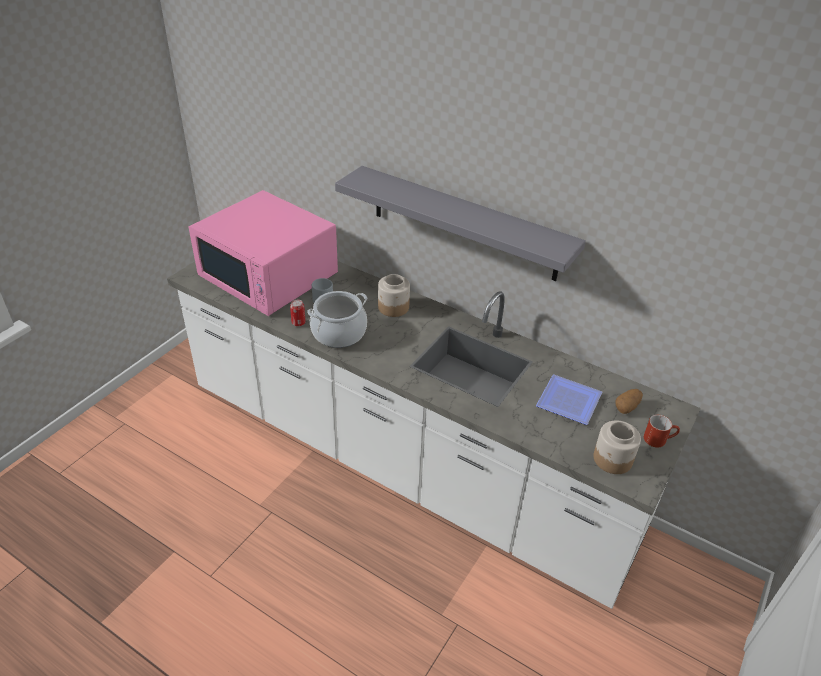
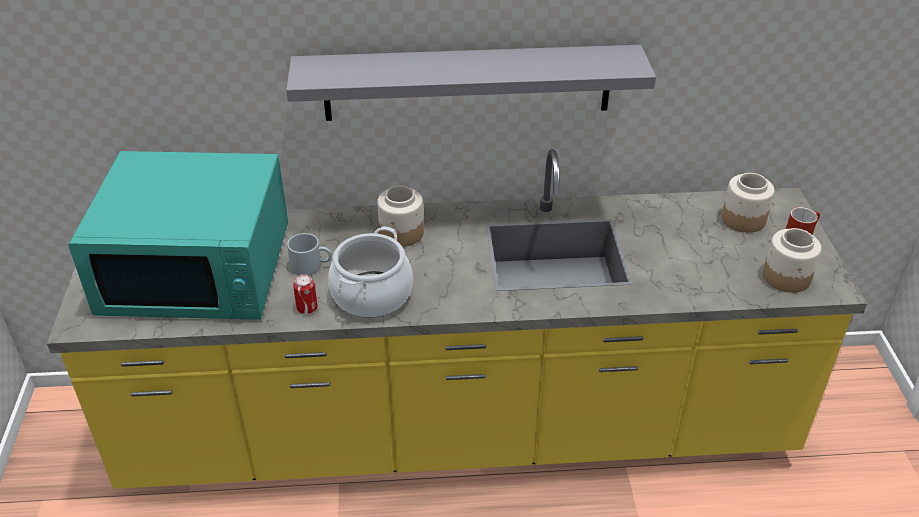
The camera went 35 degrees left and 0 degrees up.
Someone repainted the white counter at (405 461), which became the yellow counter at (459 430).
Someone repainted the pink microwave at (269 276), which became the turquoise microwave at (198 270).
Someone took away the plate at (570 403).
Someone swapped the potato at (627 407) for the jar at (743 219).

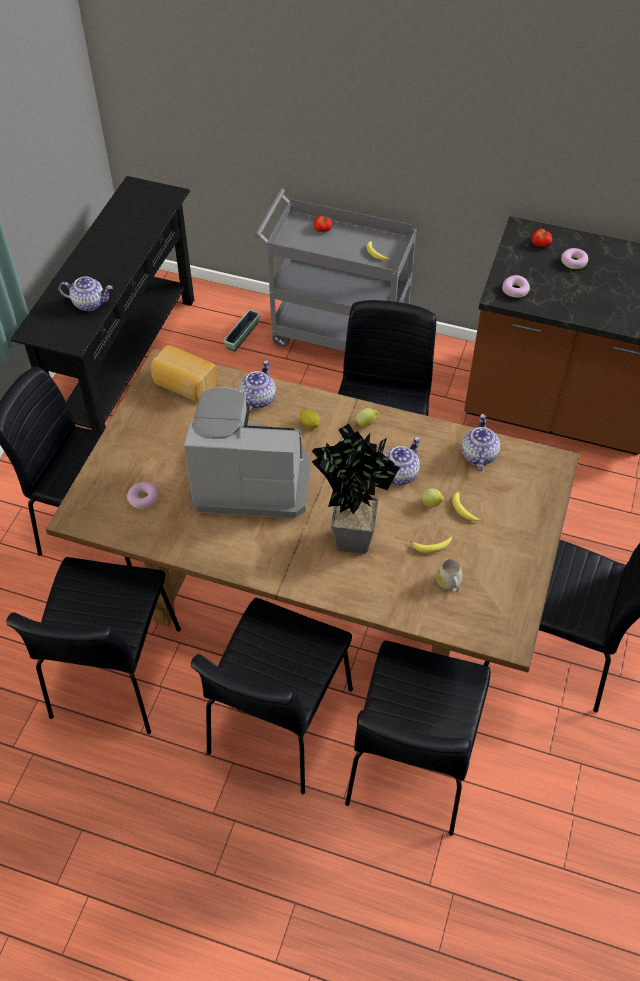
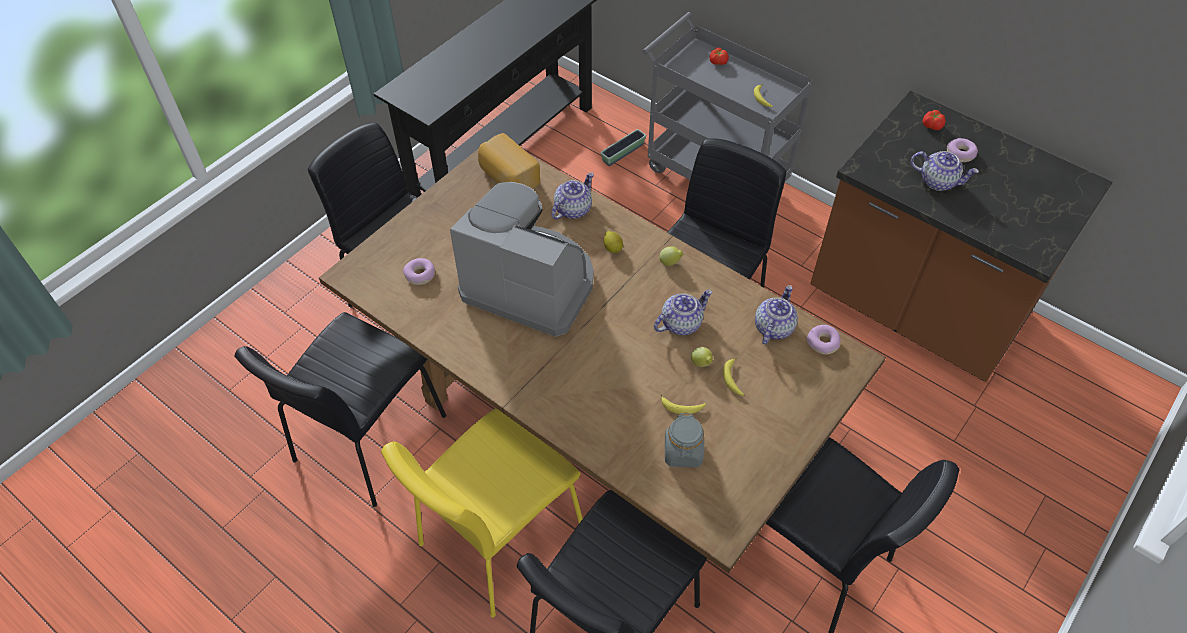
The camera went 20 degrees right and 0 degrees up.
Someone carried the teapot from (89 303) to (938 181).
Someone repainted the black chair at (278 725), which became the yellow chair at (497 541).
Someone took away the potted plant at (347 536).
Someone swapped the white mug at (449 584) for the grey jar at (683 452).
Someone carried the donut from (515 290) to (823 343).

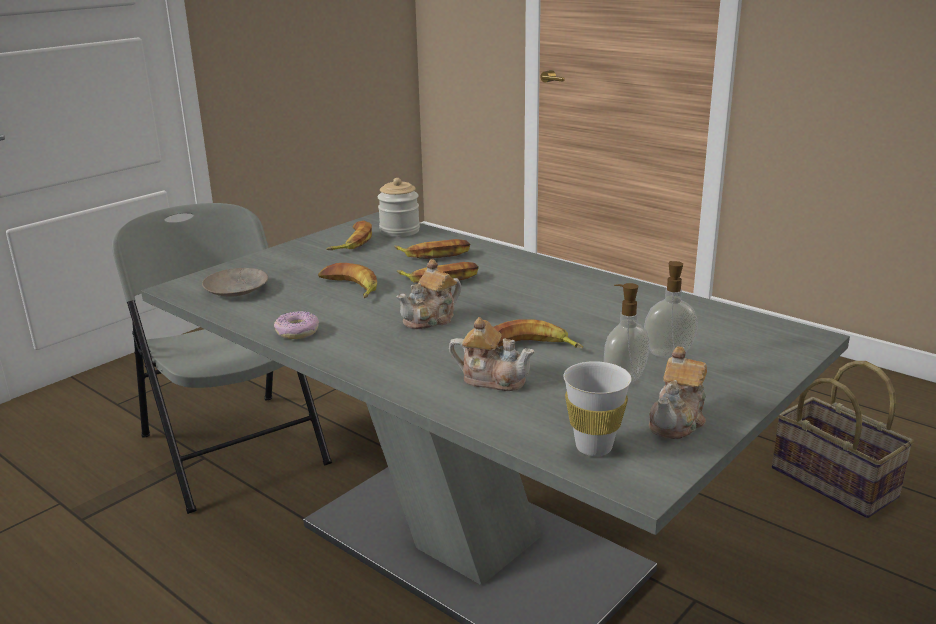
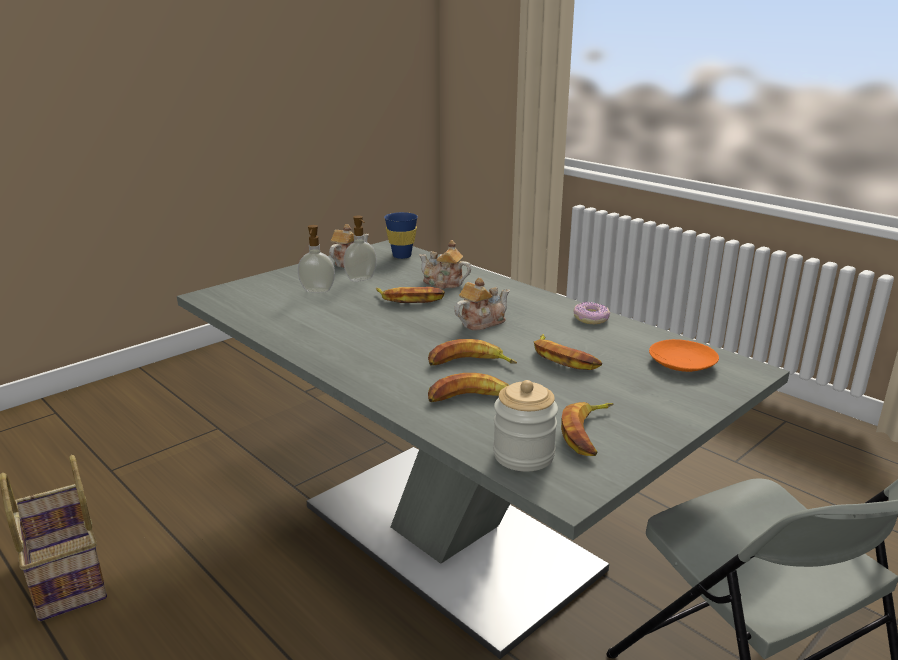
The camera went 175 degrees left and 0 degrees up.
Someone repainted the beige plate at (237 289), which became the orange plate at (682 363).
Someone repainted the white cup at (594 447), which became the blue cup at (402 256).

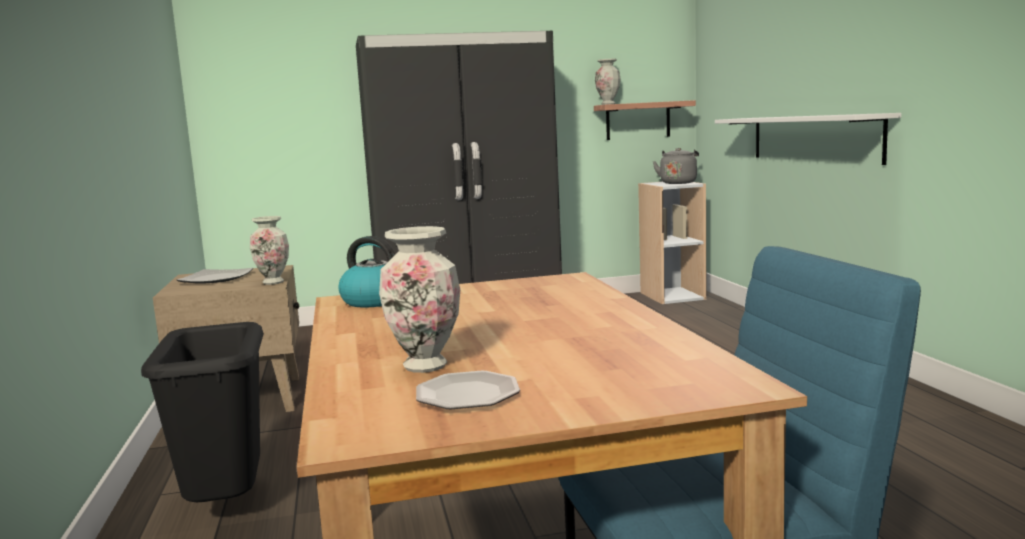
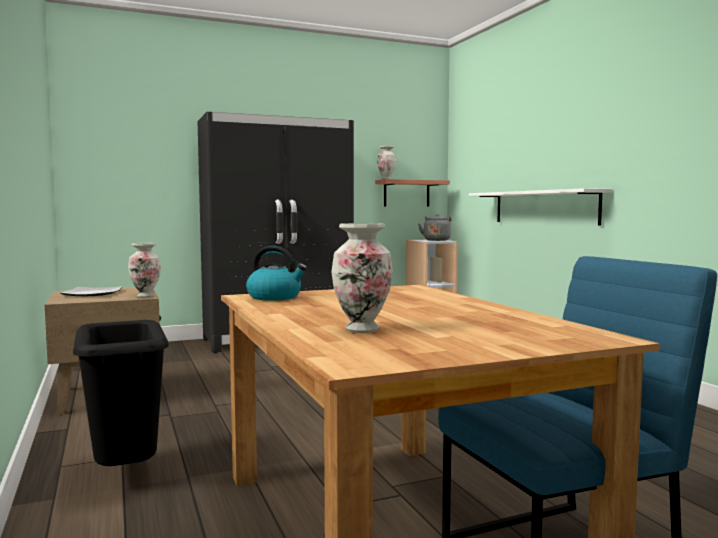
The camera went 10 degrees left and 5 degrees down.
Someone took away the plate at (468 394).

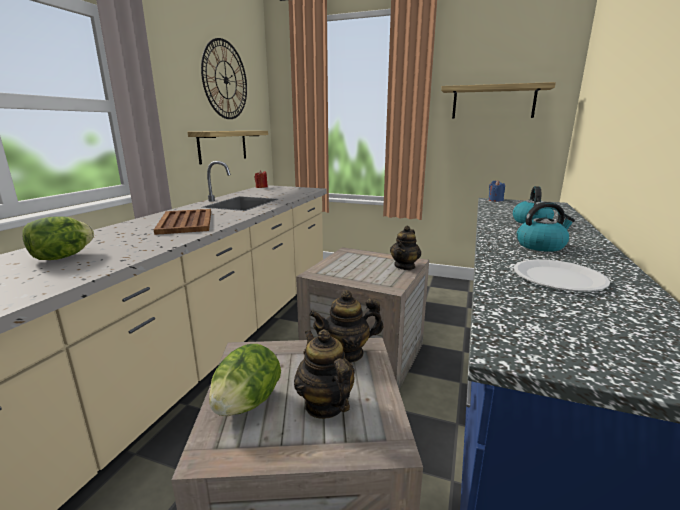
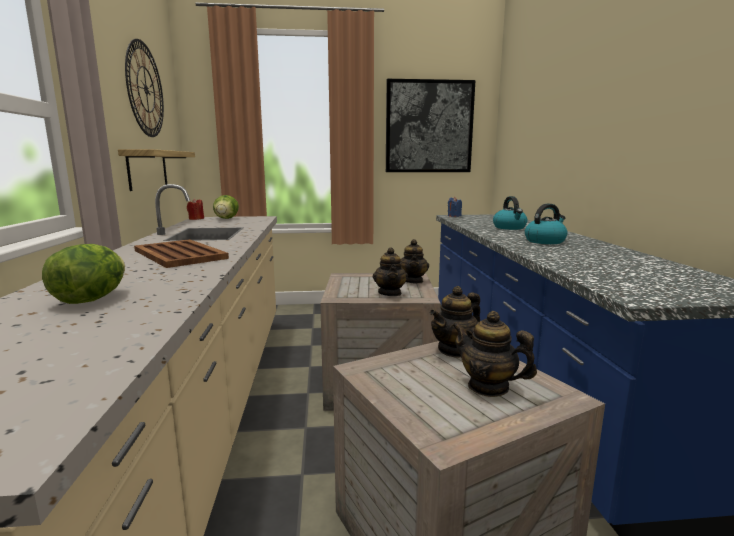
The camera went 25 degrees left and 5 degrees down.
Someone carried the lettuce from (247 403) to (226 218).
Someone swapped the shelf at (493 102) for the picture at (429 127).
Someone took away the white plate at (558 277).
Someone put down the teapot at (390 293).

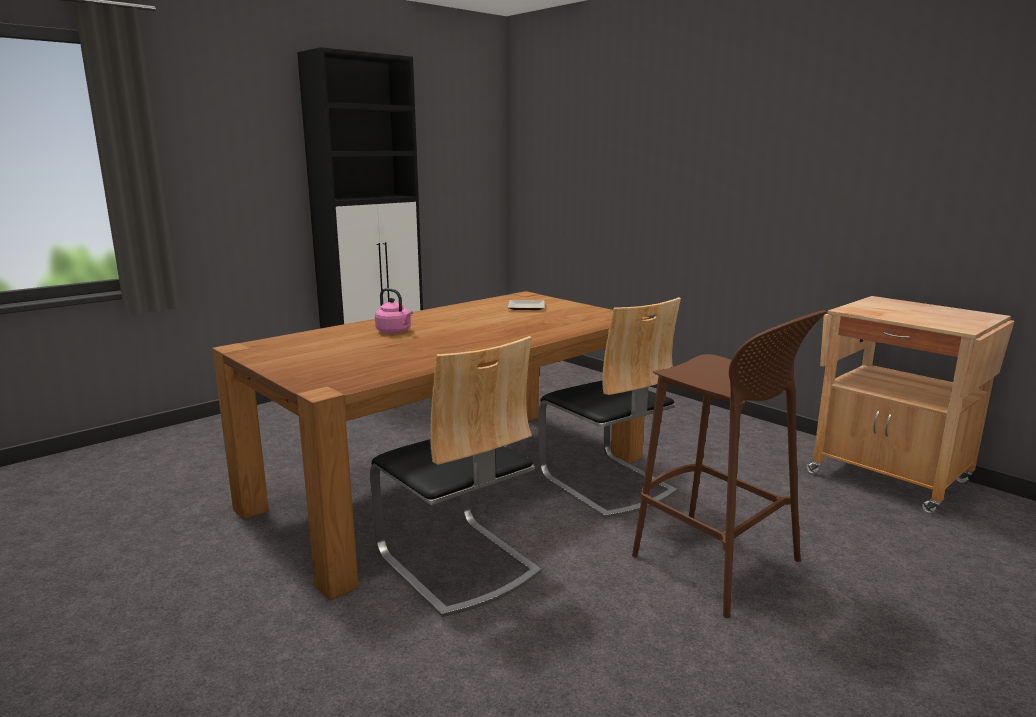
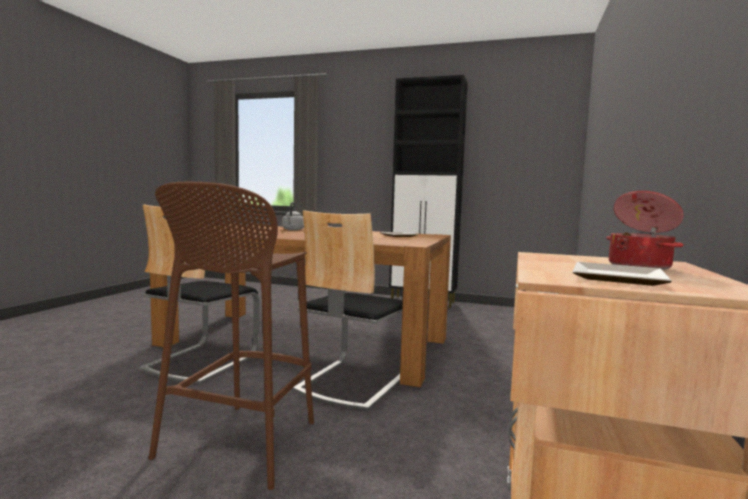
The camera went 60 degrees right and 10 degrees down.
Someone repainted the pink kettle at (395 331), which became the grey kettle at (293 230).
Someone put down the plate at (621 279).
Someone put down the cooking pot at (640 266).

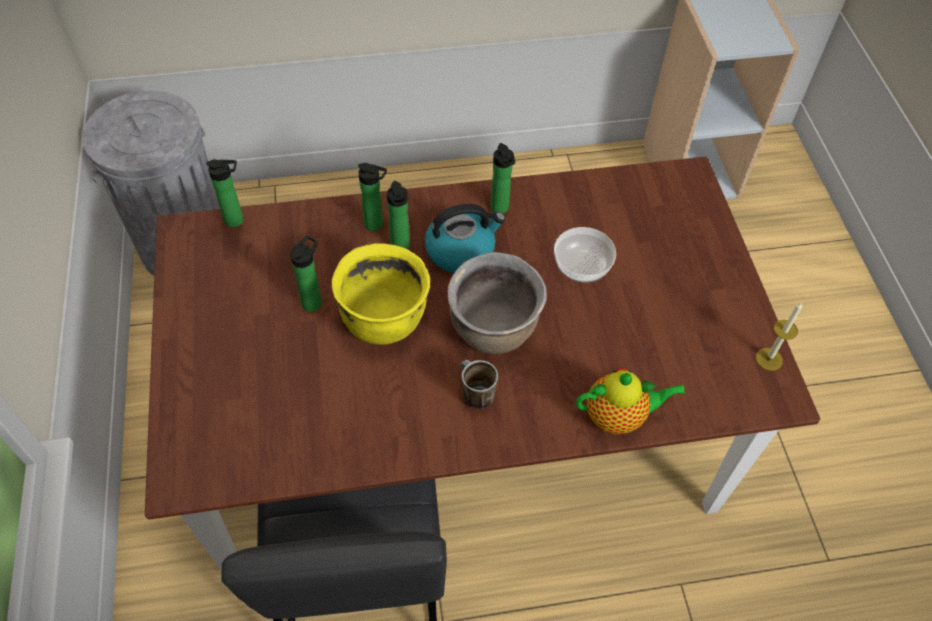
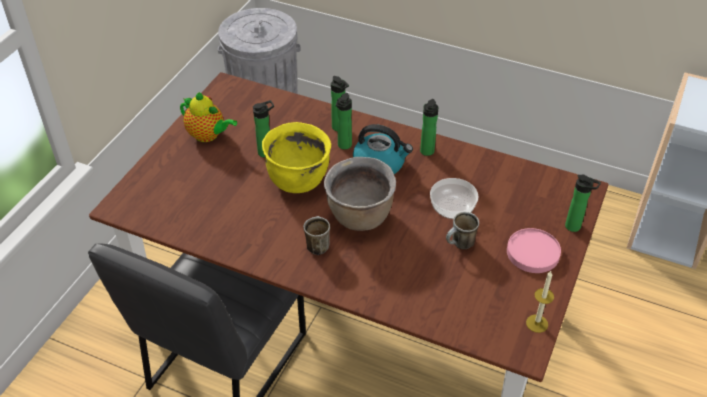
The camera went 35 degrees right and 10 degrees down.
Someone carried the bottle from (237 220) to (575 227).
Someone carried the teapot from (618 417) to (208 135).
Someone put down the mug at (460 245).
Someone put down the pink plate at (533 252).

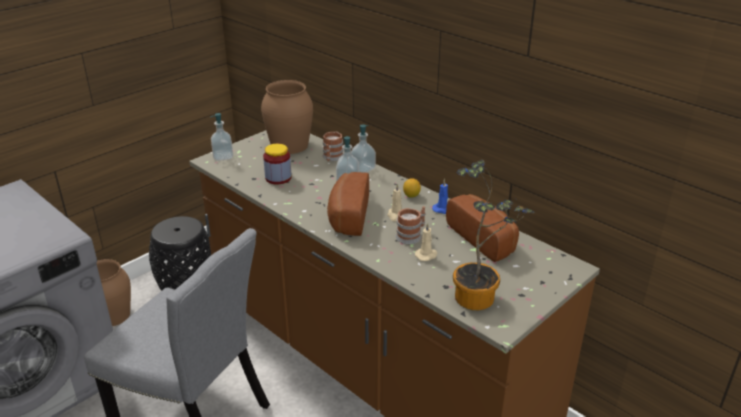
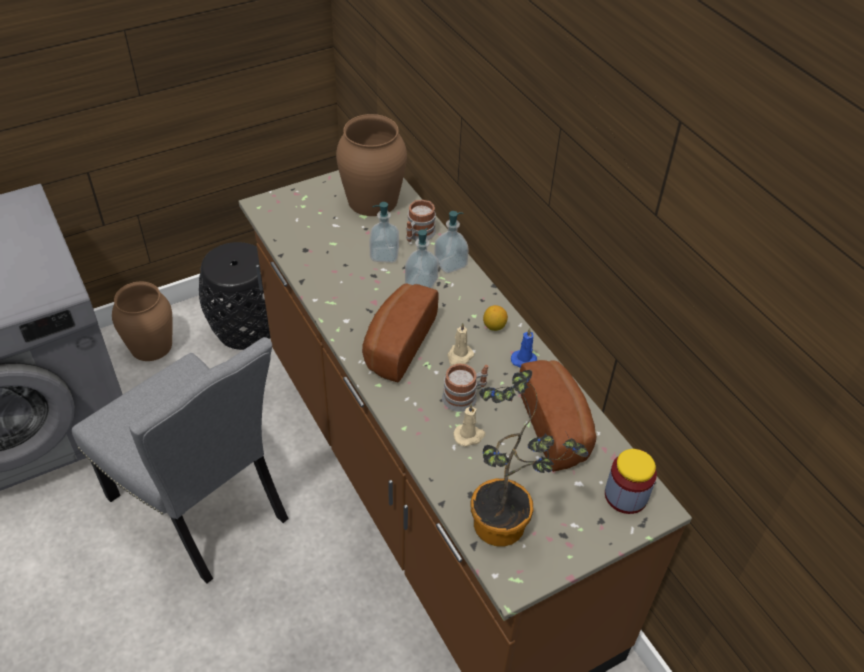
The camera went 15 degrees right and 15 degrees up.
Someone carried the soap dispenser from (223 156) to (384 255).
Someone carried the jar from (278 178) to (626 495).

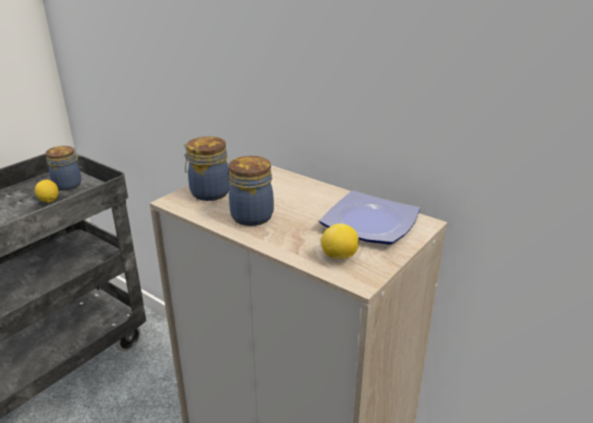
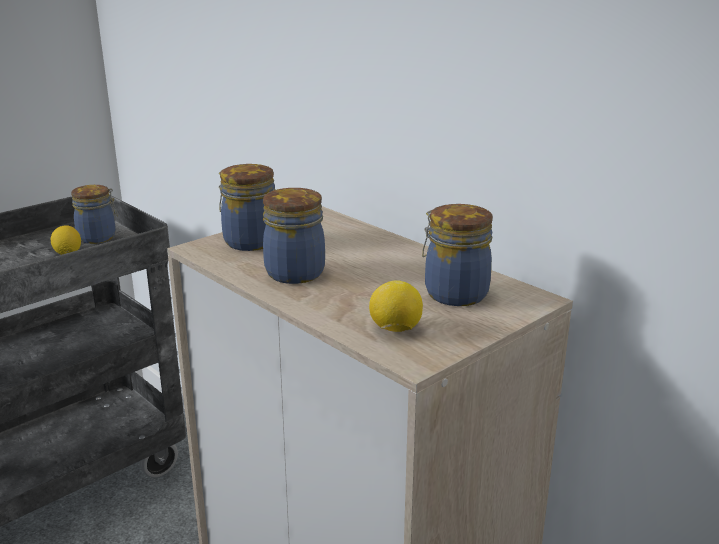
The camera went 10 degrees right and 5 degrees down.
Someone swapped the plate at (367 223) for the jar at (453 293).

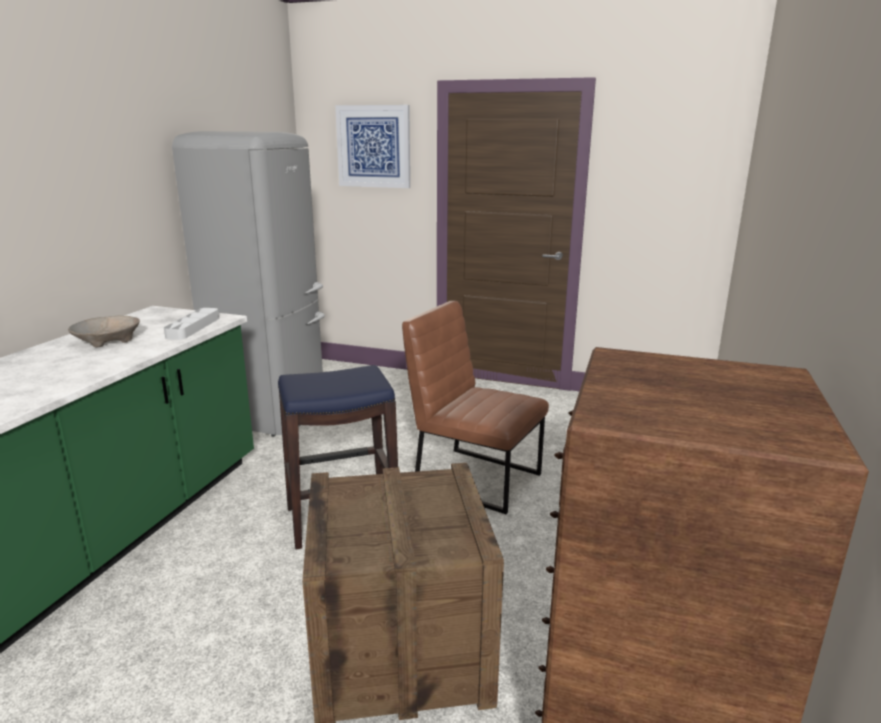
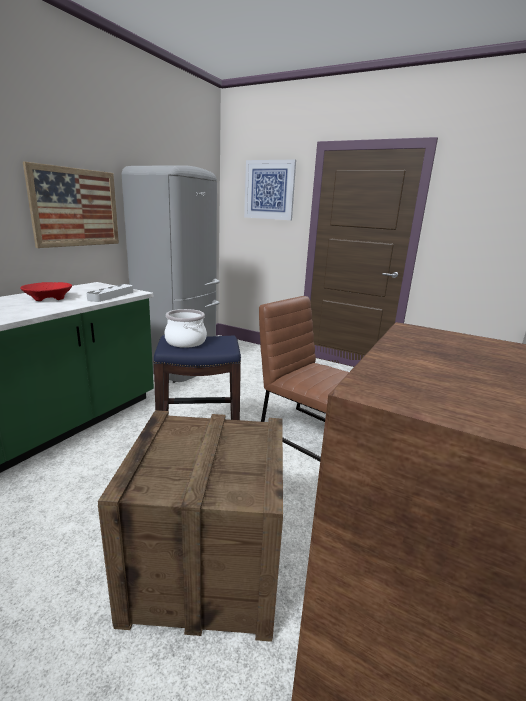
The camera went 10 degrees right and 0 degrees up.
Someone repainted the beige bowl at (107 340), which became the red bowl at (48 298).
Someone put up the picture at (76 207).
Someone put down the cooking pot at (186 342).

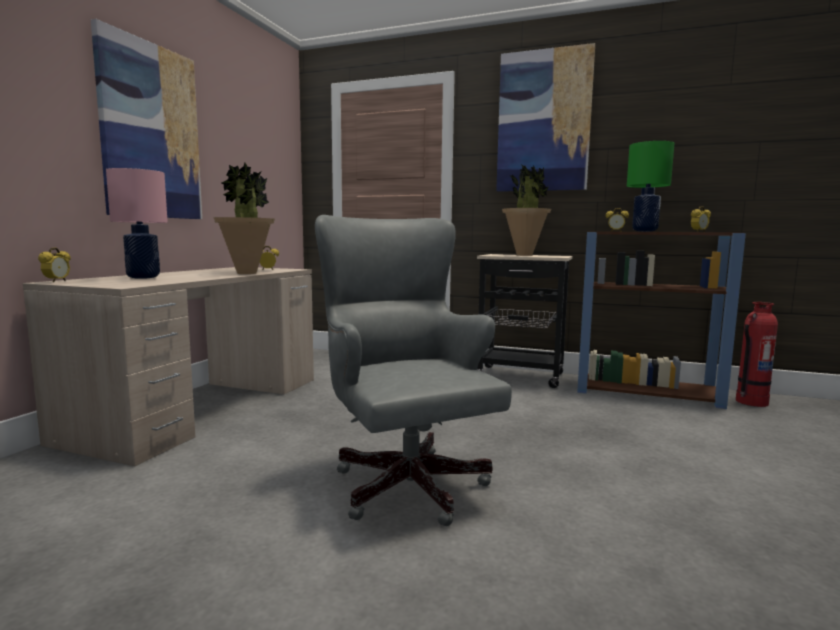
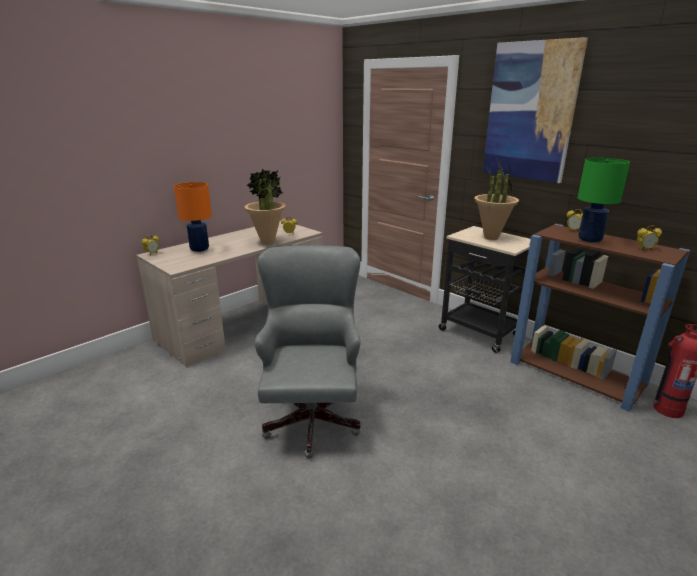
The camera went 25 degrees right and 15 degrees up.
Someone took away the picture at (150 132).
Someone repainted the pink table lamp at (144 278), which became the orange table lamp at (200 250).

